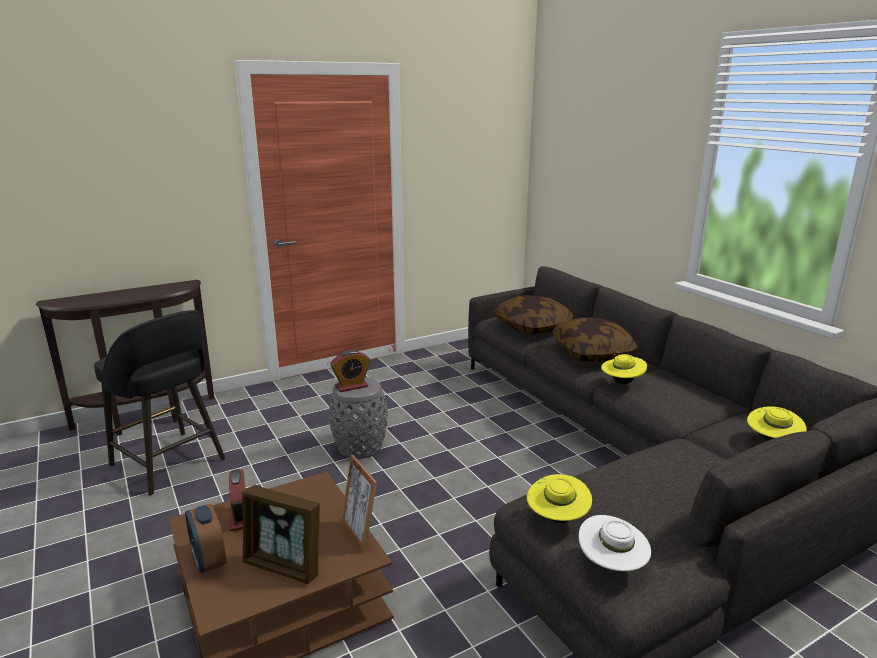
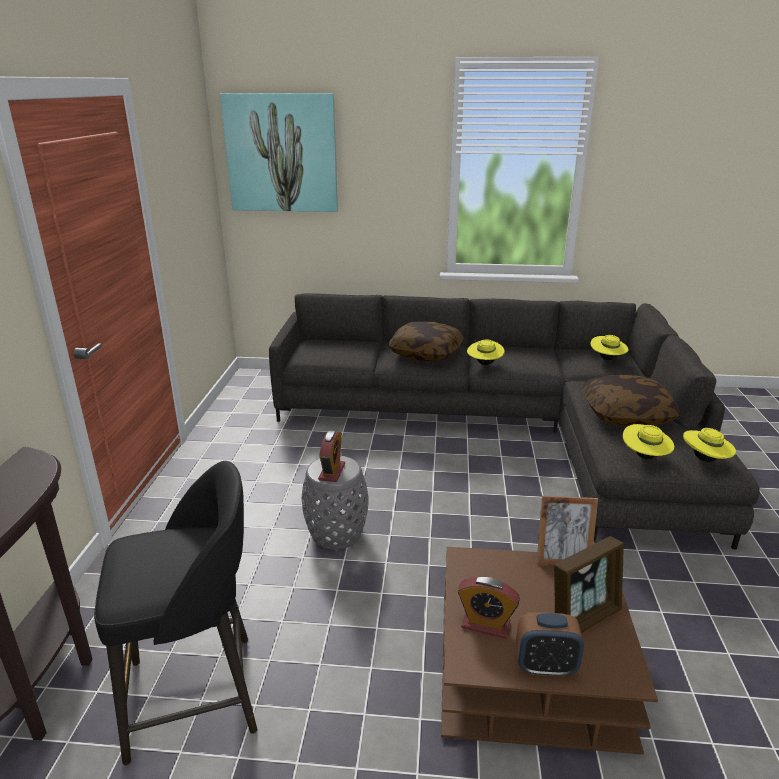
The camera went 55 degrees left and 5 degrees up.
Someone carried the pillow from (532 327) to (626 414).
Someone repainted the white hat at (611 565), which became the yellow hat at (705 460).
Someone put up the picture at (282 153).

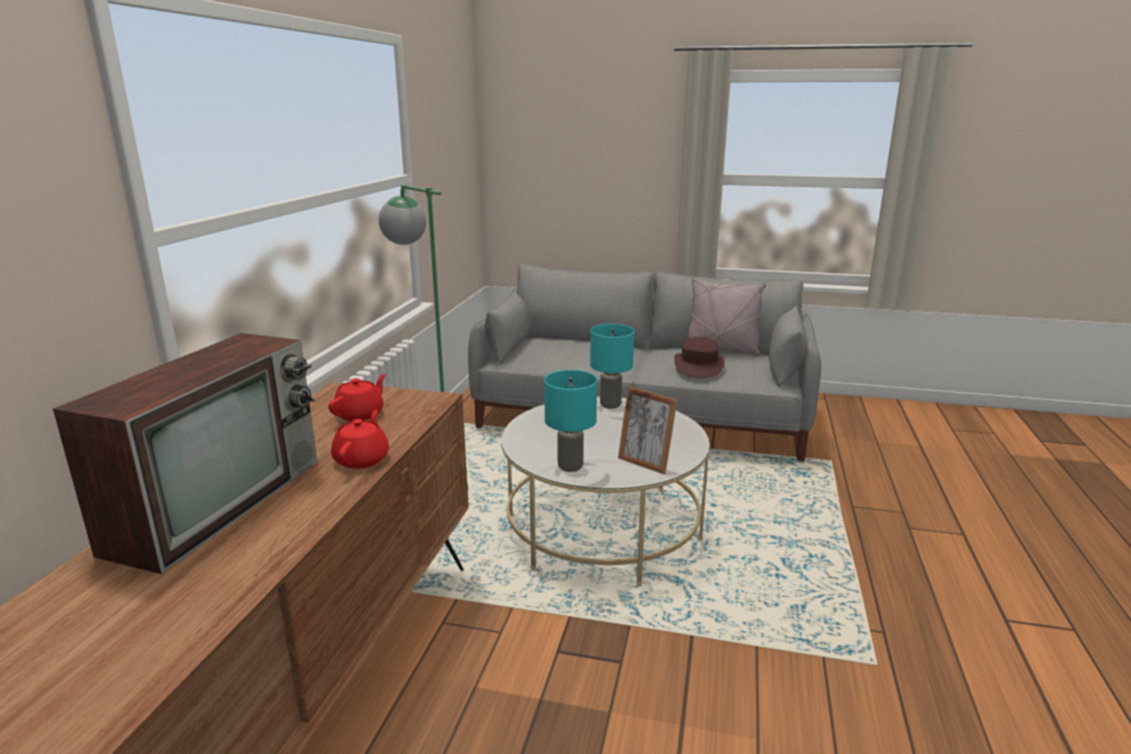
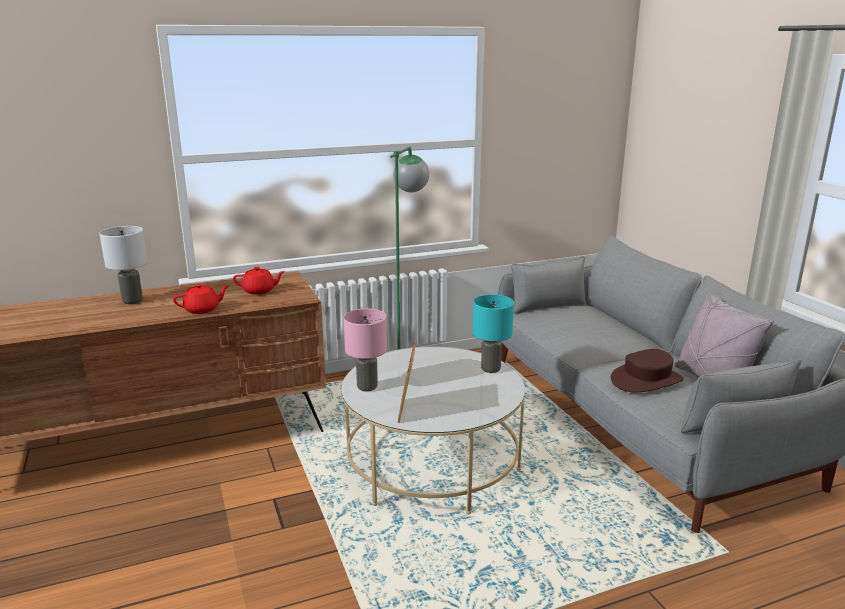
The camera went 55 degrees right and 0 degrees up.
Someone swapped the television at (220 501) for the white table lamp at (133 301).
Someone repainted the turquoise table lamp at (572 467), which became the pink table lamp at (367 388).

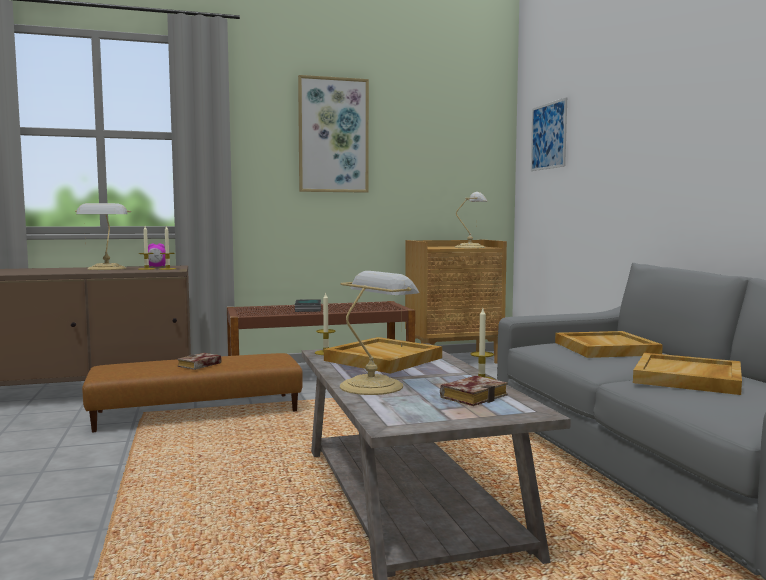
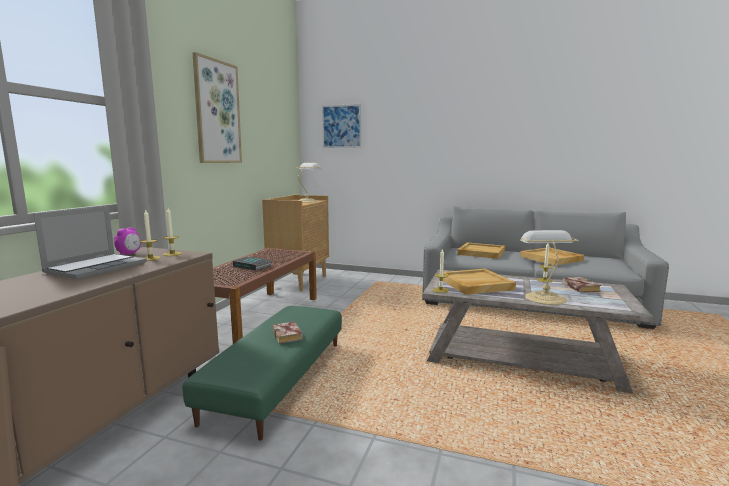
The camera went 55 degrees left and 5 degrees up.
Someone swapped the table lamp at (106 268) for the laptop at (97 267).
Someone repainted the brown ottoman at (197 411), which became the green ottoman at (277 379).

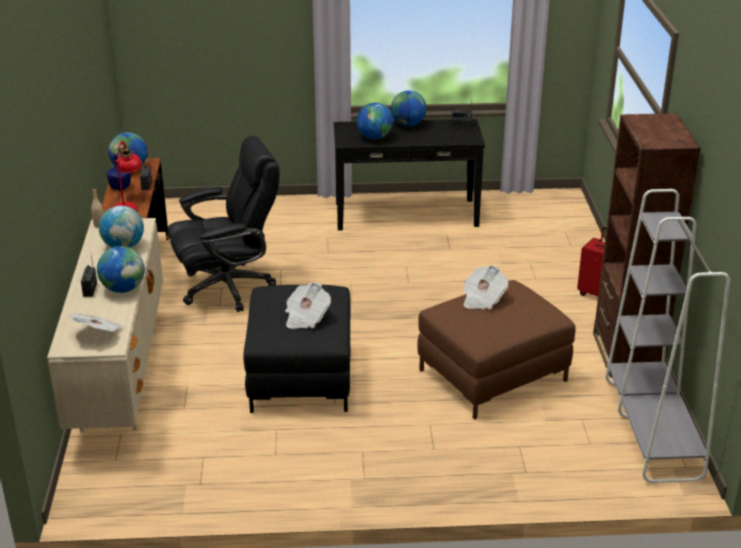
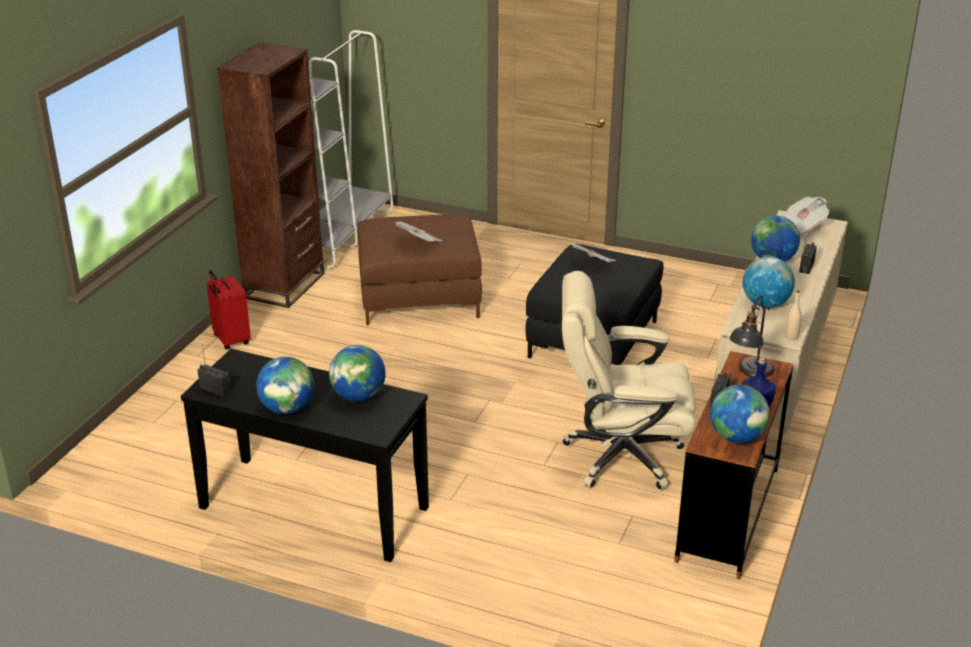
The camera went 155 degrees left and 0 degrees up.
Someone repainted the red table lamp at (128 204), which became the grey table lamp at (750 375).
Someone repainted the black office chair at (227 287), which became the beige office chair at (622 456).

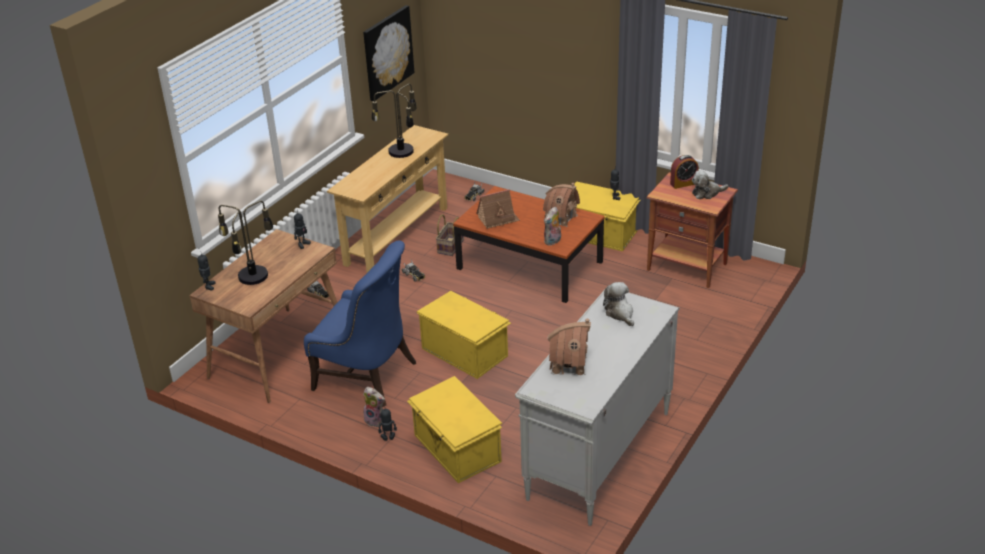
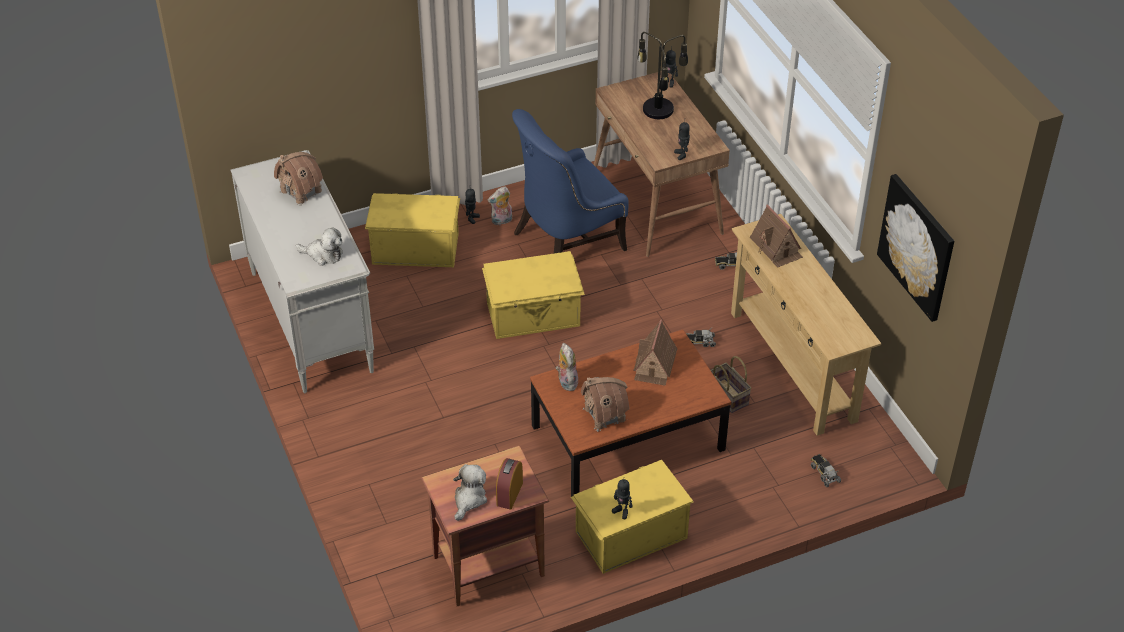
The camera went 125 degrees right and 10 degrees up.
Someone took away the table lamp at (401 152).
Someone put down the toy house at (776 248).

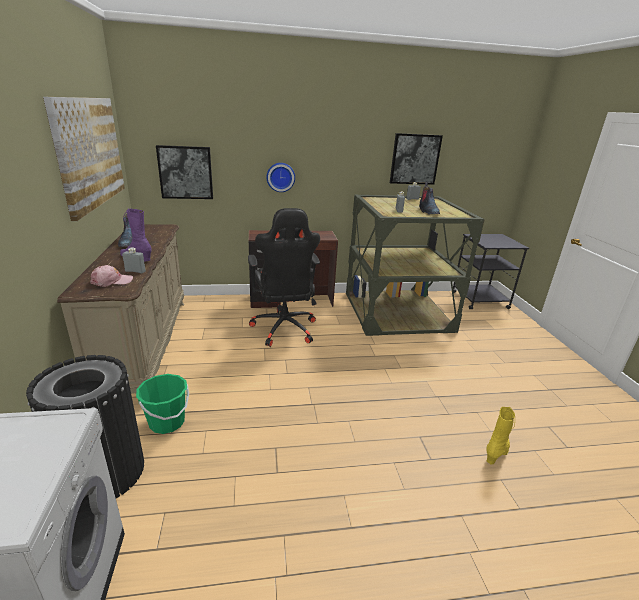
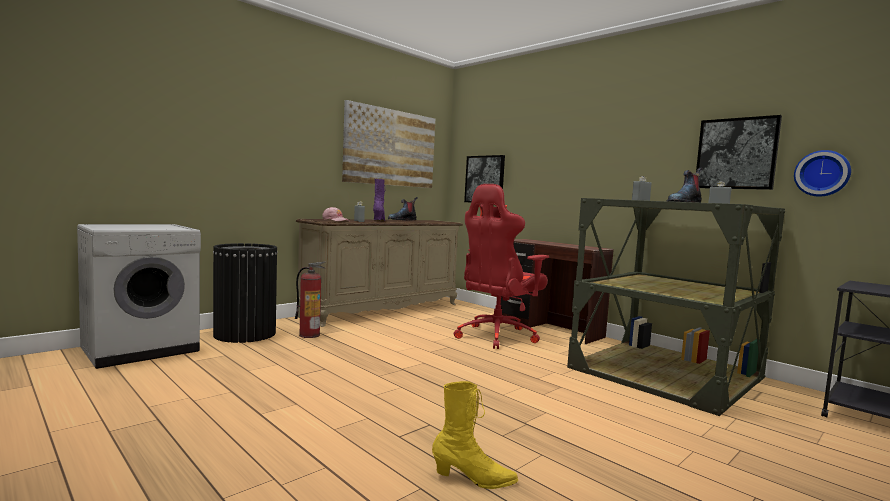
The camera went 55 degrees right and 20 degrees down.
Someone swapped the green bucket at (167 422) for the fire extinguisher at (309 335).
Someone repainted the black office chair at (283 326), which became the red office chair at (500 335).
Someone carried the wall clock from (280 177) to (822 173).

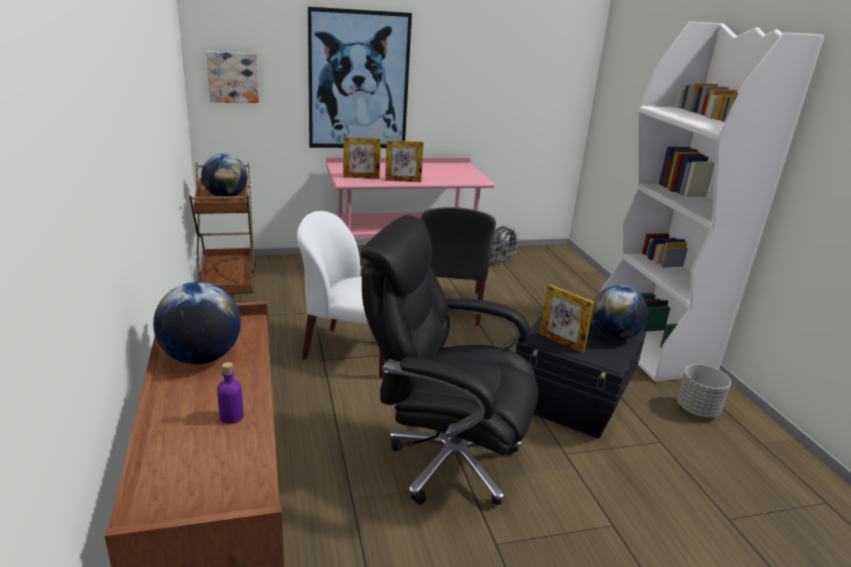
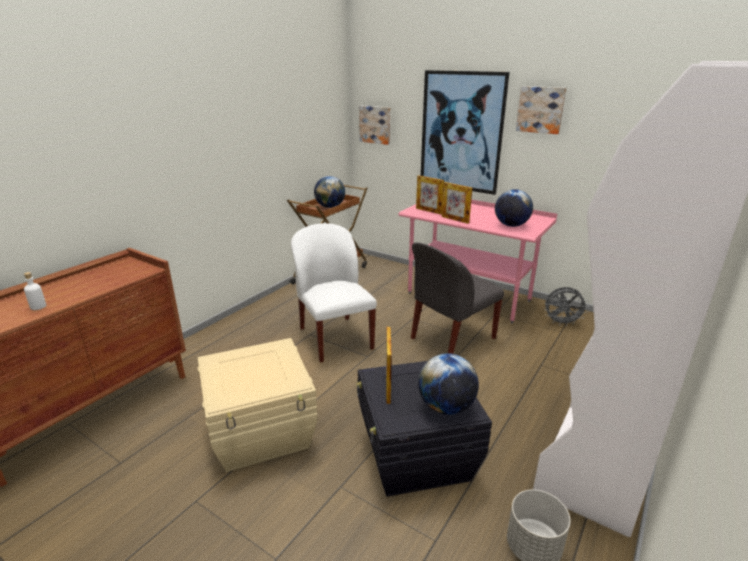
The camera went 50 degrees right and 0 degrees up.
Someone carried the globe from (201 358) to (511 225).
Someone repainted the purple bottle at (231 416), which became the white bottle at (38 307).
Someone swapped the black office chair at (445 461) for the beige storage box at (262 432).
Someone put up the picture at (541 109).

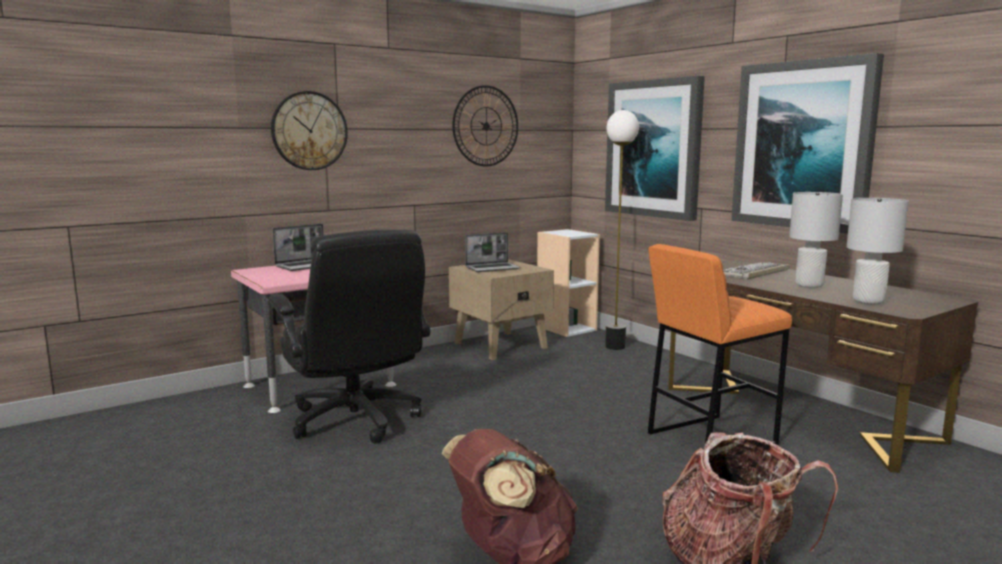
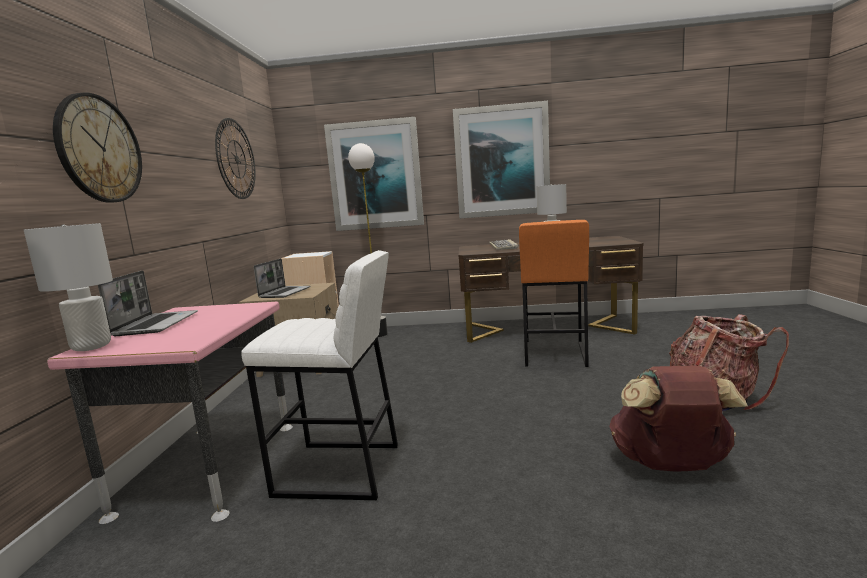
The camera went 50 degrees left and 0 degrees up.
Someone swapped the black office chair at (355 423) for the white stool at (341 470).
Someone carried the grey table lamp from (868 303) to (92 348).

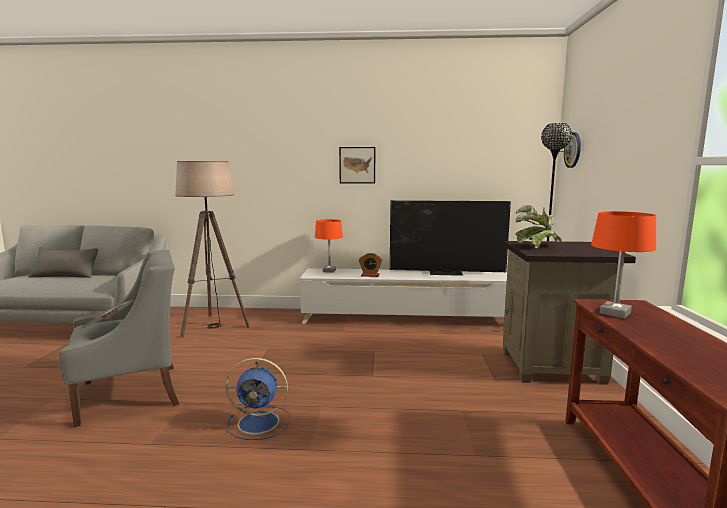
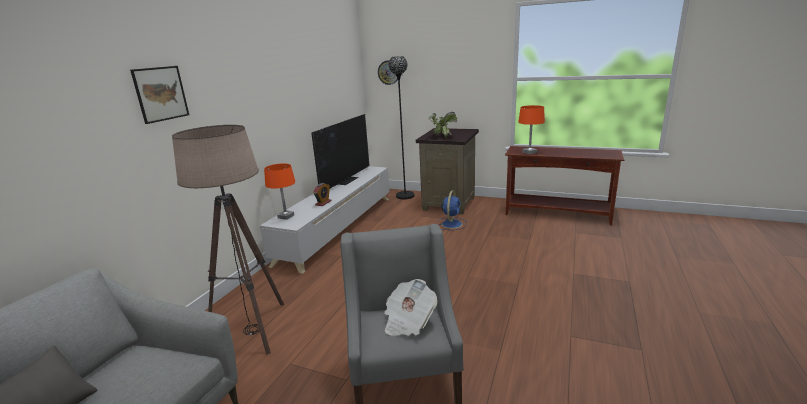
The camera went 70 degrees left and 10 degrees up.
Someone carried the blue fan from (260 422) to (452 223).
Someone carried the picture from (357 165) to (161 94).

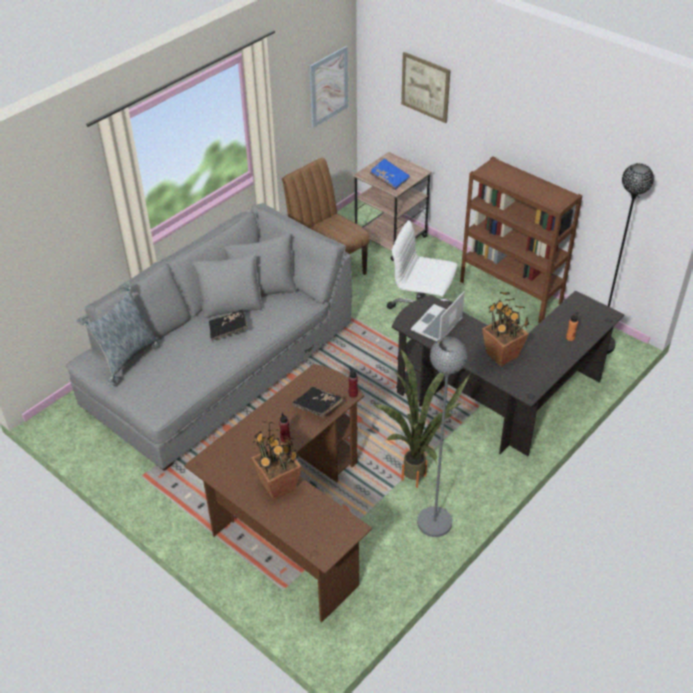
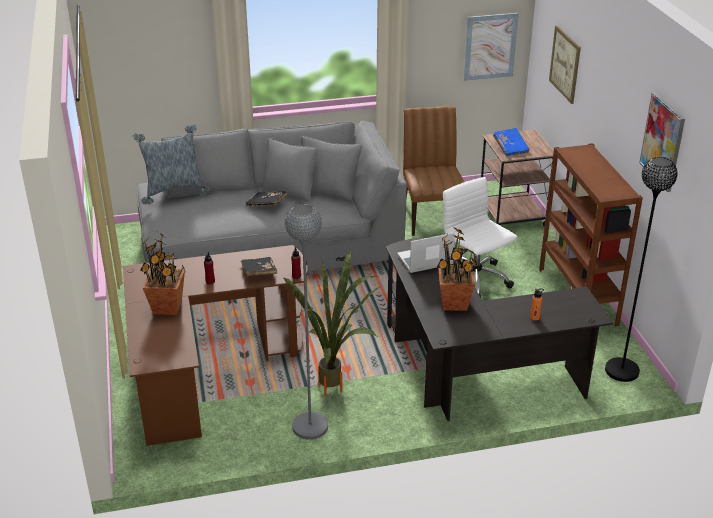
The camera went 35 degrees right and 10 degrees down.
Someone put up the picture at (662 141).

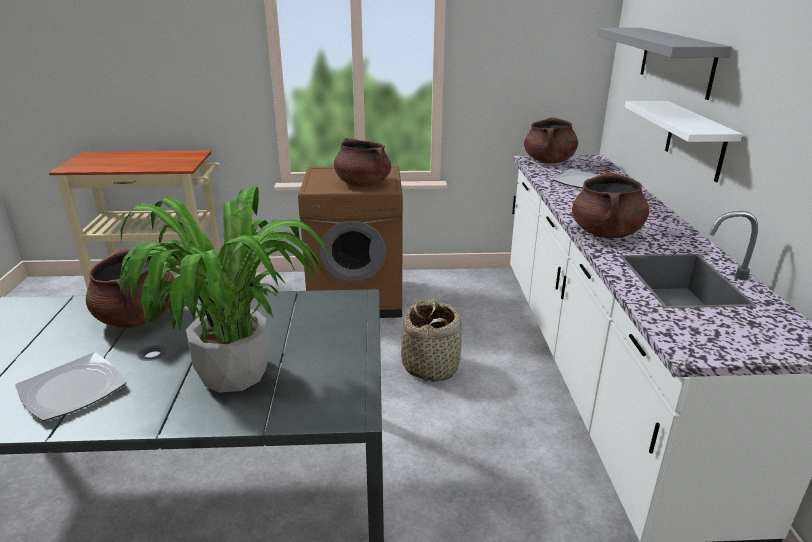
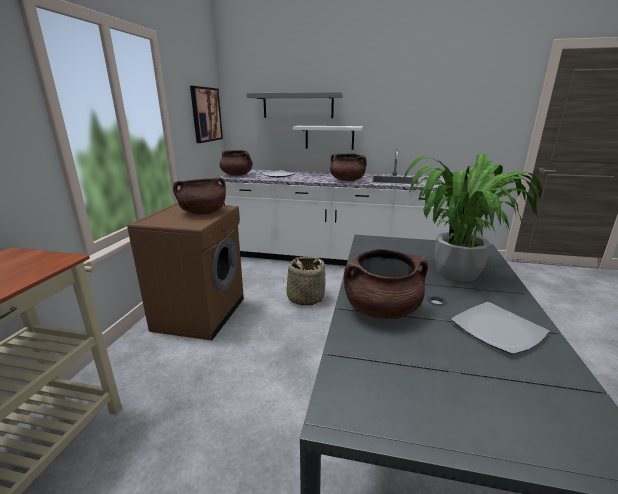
The camera went 75 degrees left and 5 degrees down.
Someone put up the picture at (206 114).

